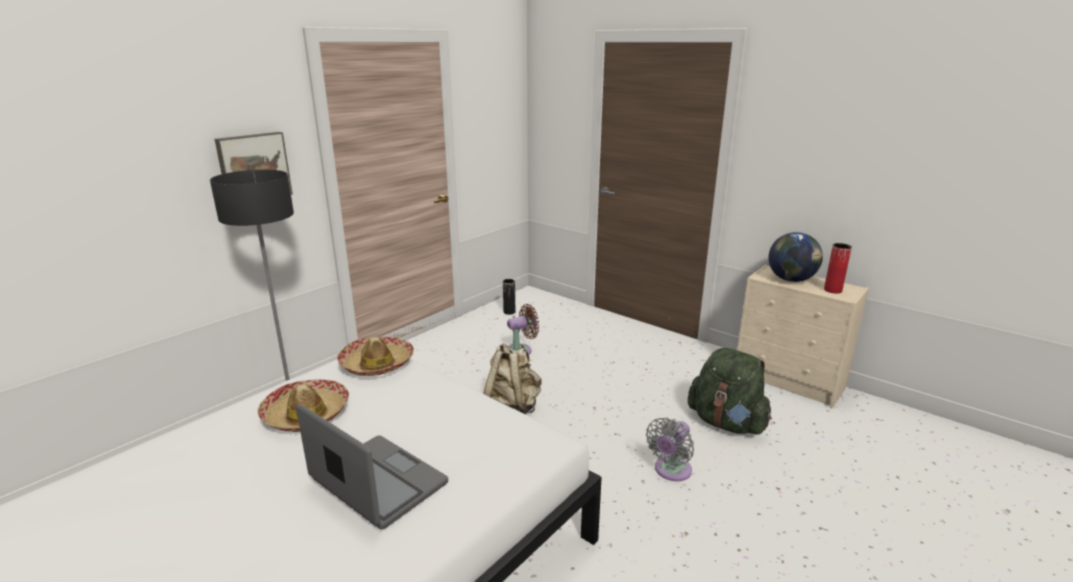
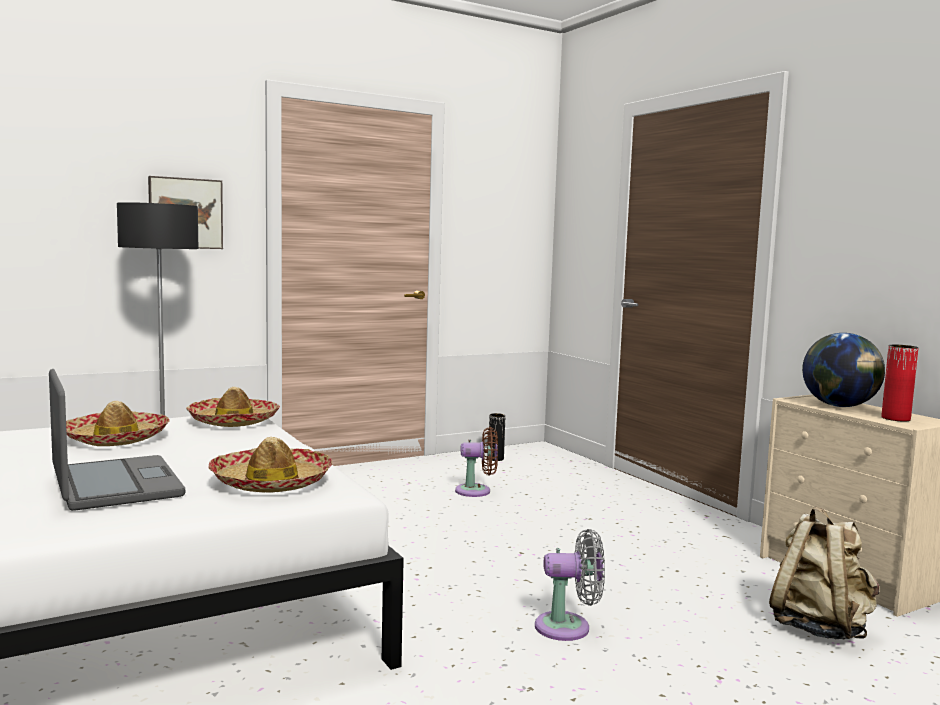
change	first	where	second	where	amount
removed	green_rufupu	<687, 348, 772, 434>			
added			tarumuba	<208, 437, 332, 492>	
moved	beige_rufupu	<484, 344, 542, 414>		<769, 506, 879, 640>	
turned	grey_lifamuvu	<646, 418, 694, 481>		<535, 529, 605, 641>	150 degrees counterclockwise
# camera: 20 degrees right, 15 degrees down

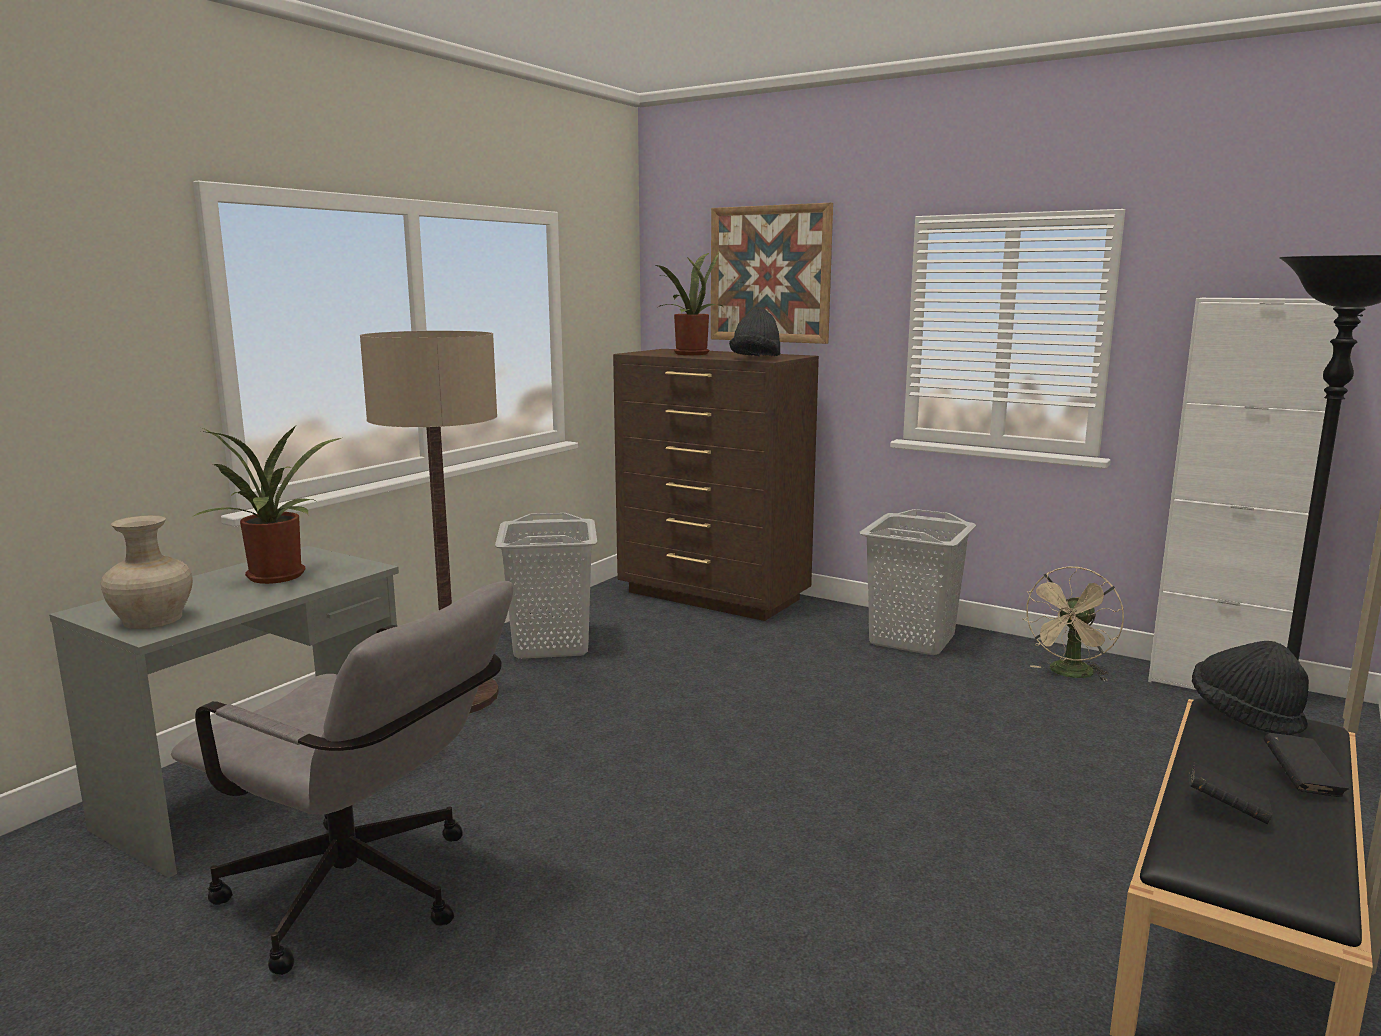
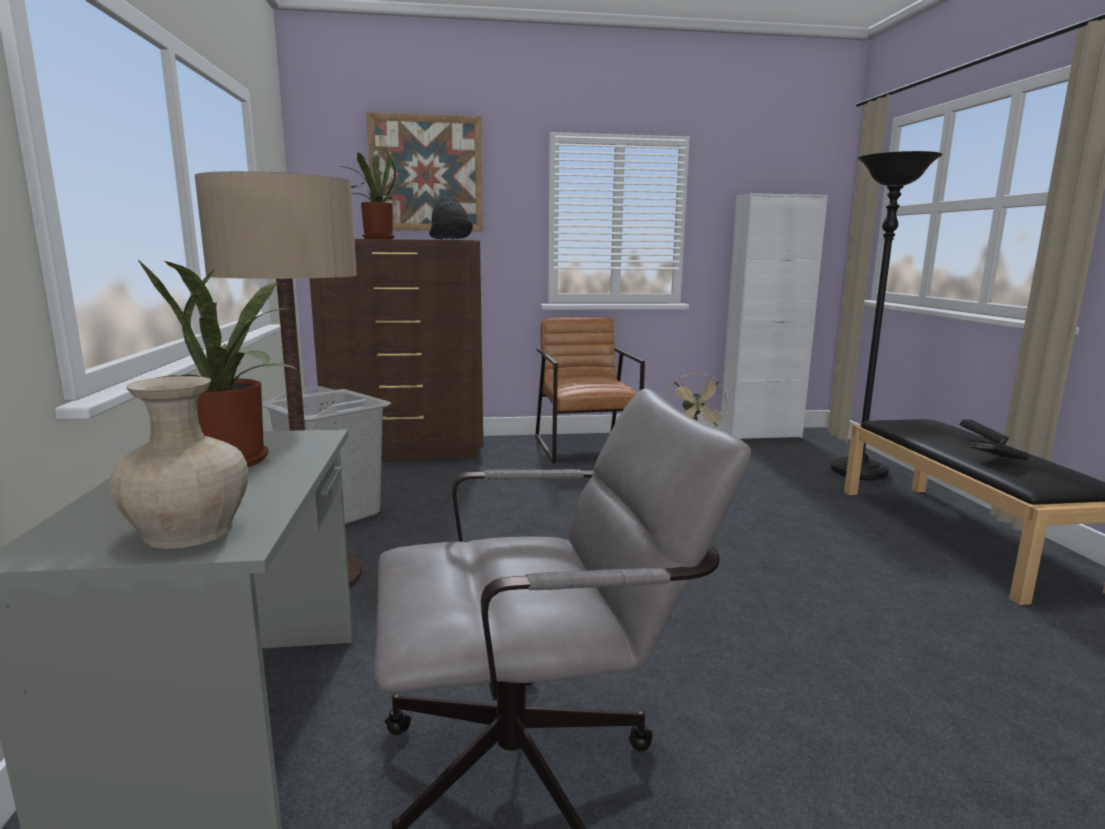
change	first	where	second	where	amount
removed	black_tarumuba	<1192, 641, 1309, 735>			
replaced	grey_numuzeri	<859, 509, 976, 655>	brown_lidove	<535, 317, 645, 463>	
# camera: 40 degrees left, 0 degrees up

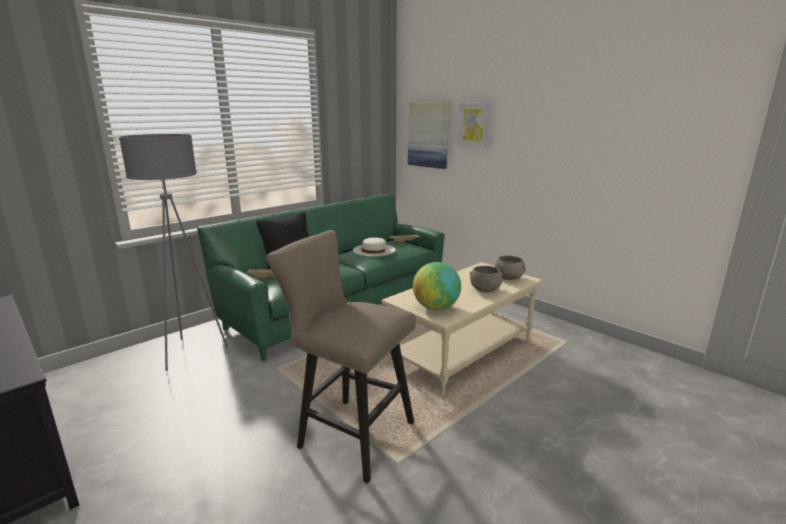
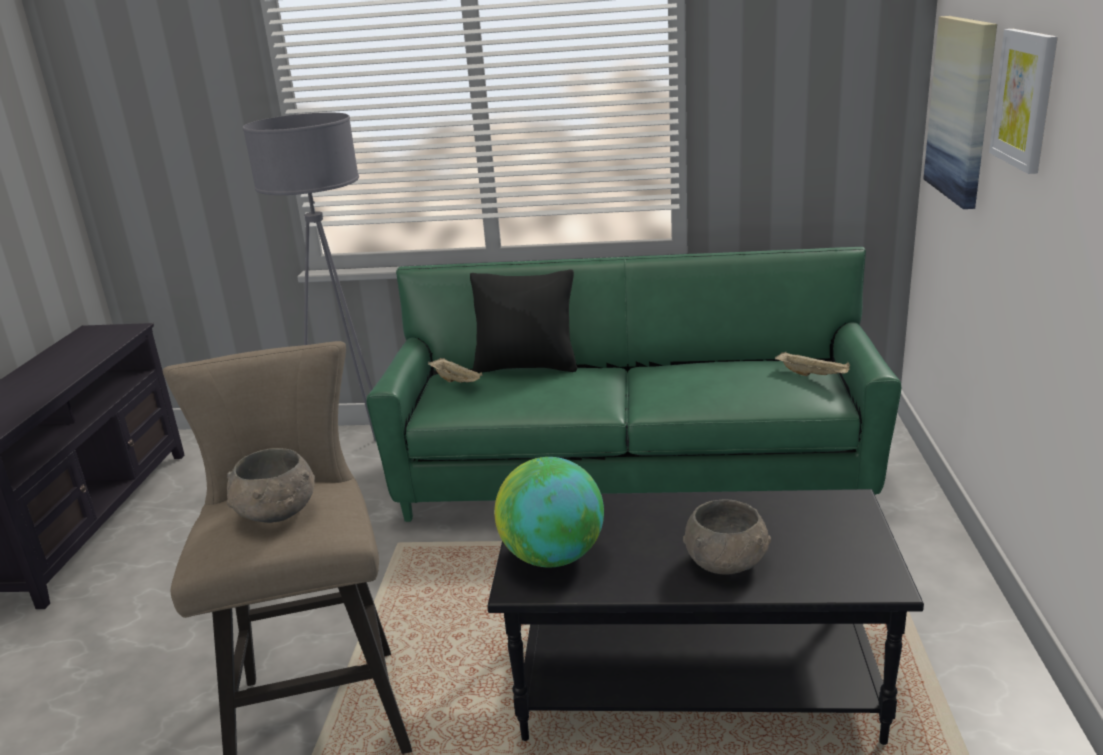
change	first	where	second	where	amount
removed	white_tarumuba	<353, 237, 396, 257>			
moved	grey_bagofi	<495, 256, 526, 280>		<227, 448, 315, 523>	
recoloured	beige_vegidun	<382, 262, 542, 395>	black_vegidun	<487, 489, 924, 745>	
# camera: 50 degrees right, 5 degrees up

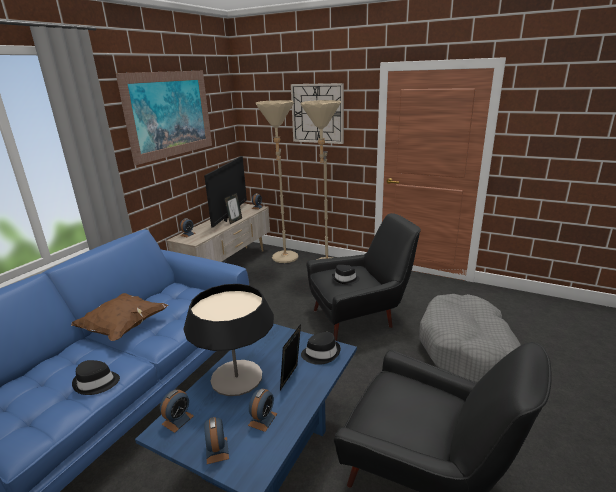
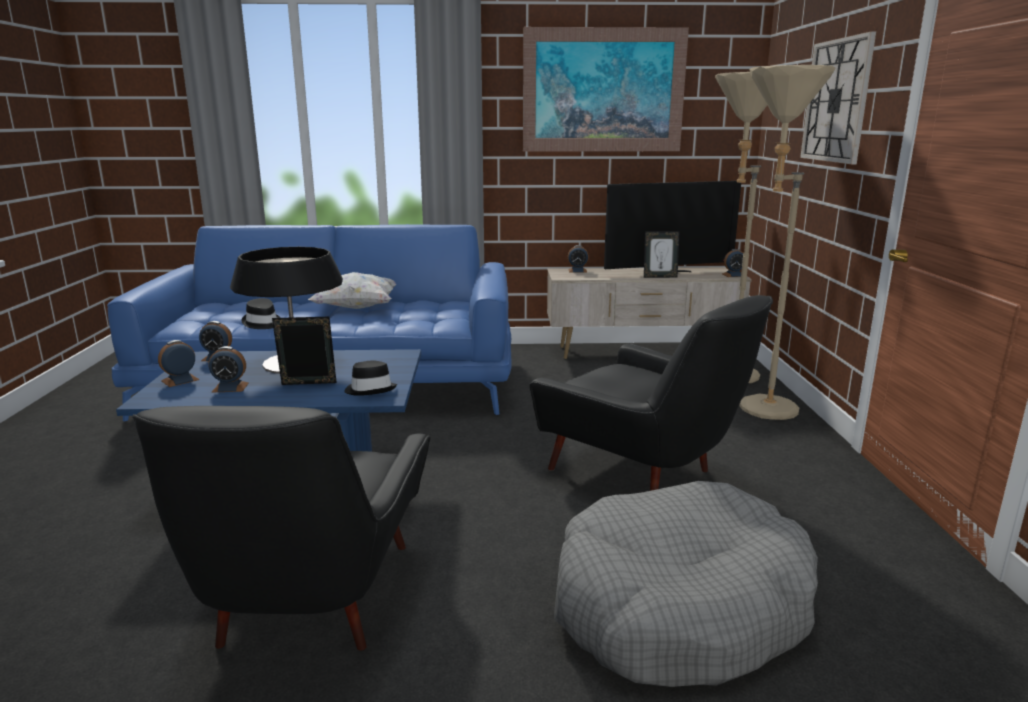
change	first	where	second	where	amount
removed	black_tarumuba	<332, 265, 360, 284>			
recoloured	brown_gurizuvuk	<71, 293, 169, 341>	white_gurizuvuk	<308, 272, 396, 309>	
# camera: 60 degrees right, 5 degrees down

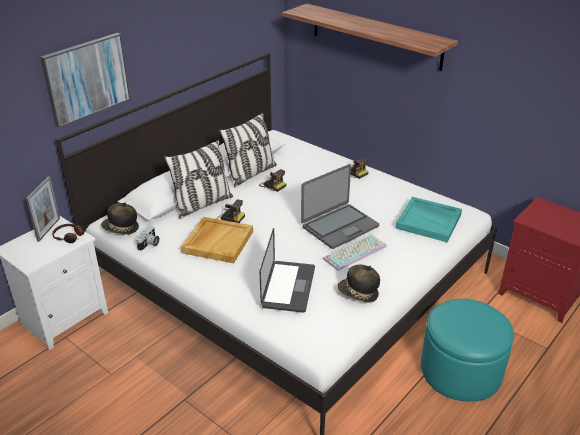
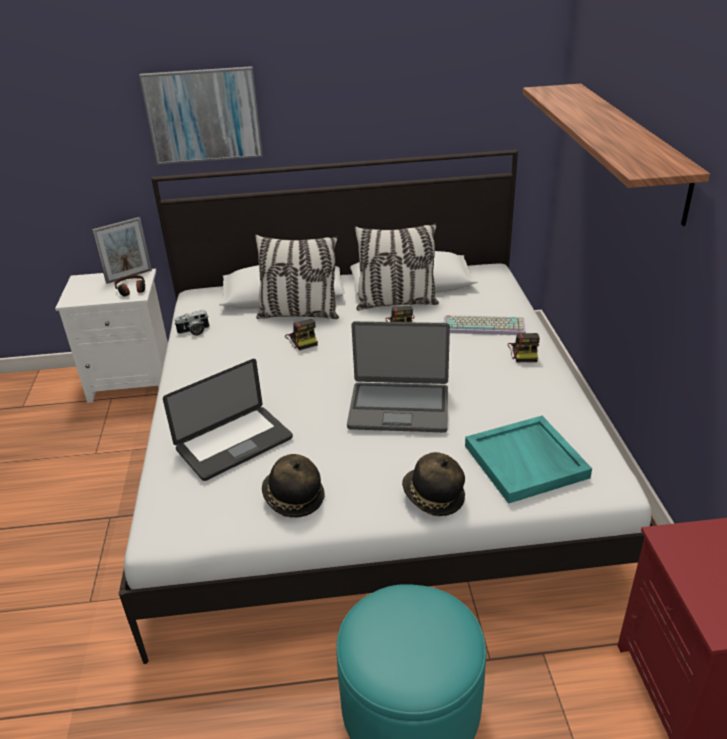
change	first	where	second	where	amount
removed	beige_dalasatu	<181, 217, 253, 263>			
moved	tarumuba	<101, 202, 139, 235>		<402, 452, 465, 516>	
moved	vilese	<323, 234, 387, 271>		<444, 315, 526, 335>	
# camera: 45 degrees right, 0 degrees up

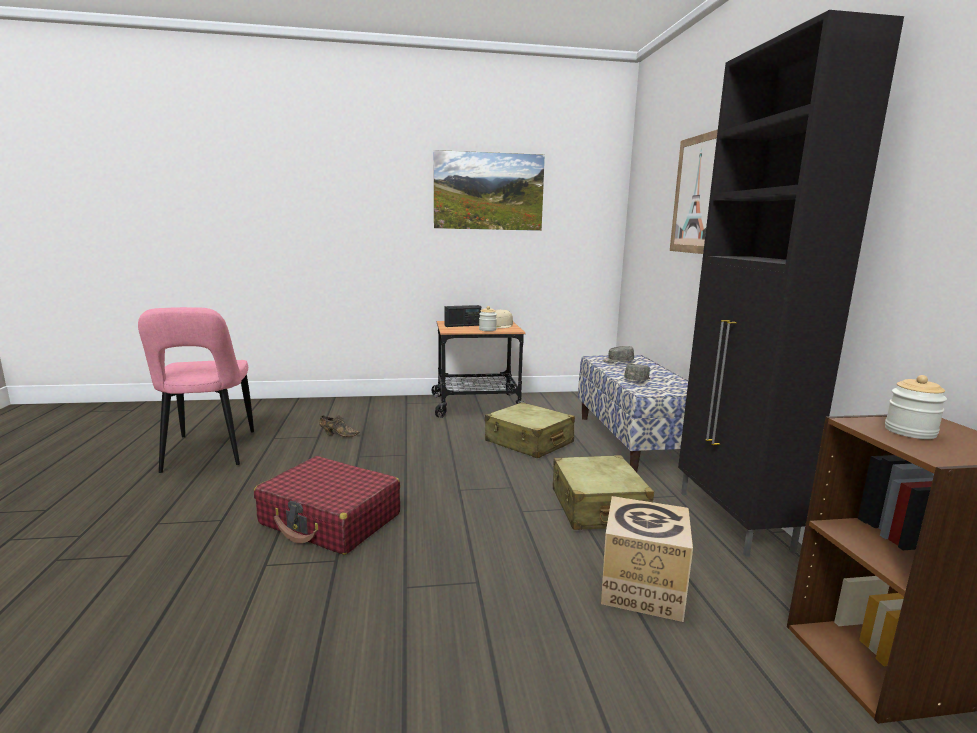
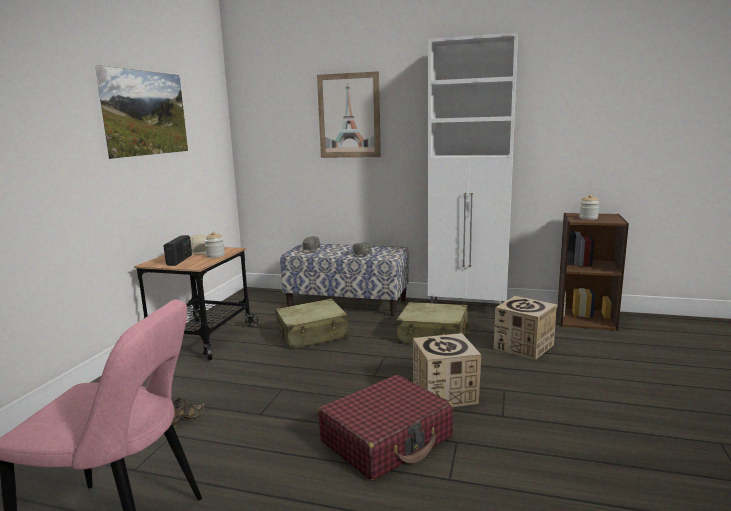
change	first	where	second	where	amount
added			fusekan	<413, 333, 481, 407>	
recoloured	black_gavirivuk	<678, 10, 904, 557>	white_gavirivuk	<428, 32, 518, 303>	
# camera: 65 degrees left, 0 degrees up

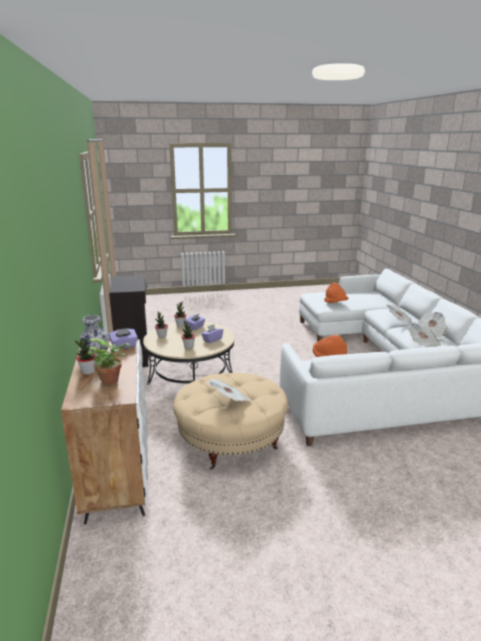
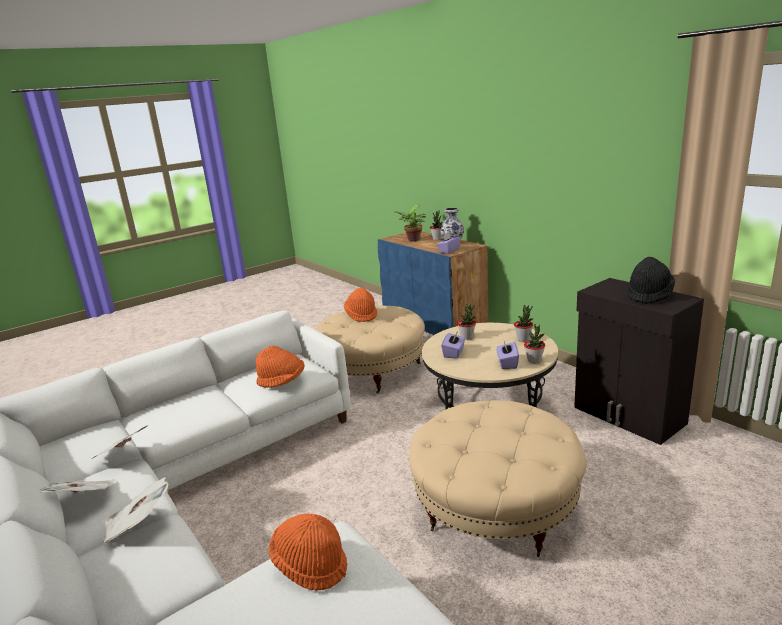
change	first	where	second	where	amount
added			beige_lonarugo	<409, 400, 586, 557>	
added			black_tarumuba	<628, 257, 675, 304>	
replaced	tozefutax	<208, 379, 251, 402>	orange_tarumuba	<344, 288, 377, 322>	
recoloured	white_gavirivuk	<61, 339, 149, 524>	blue_gavirivuk	<378, 232, 488, 335>	
# camera: 155 degrees right, 0 degrees up

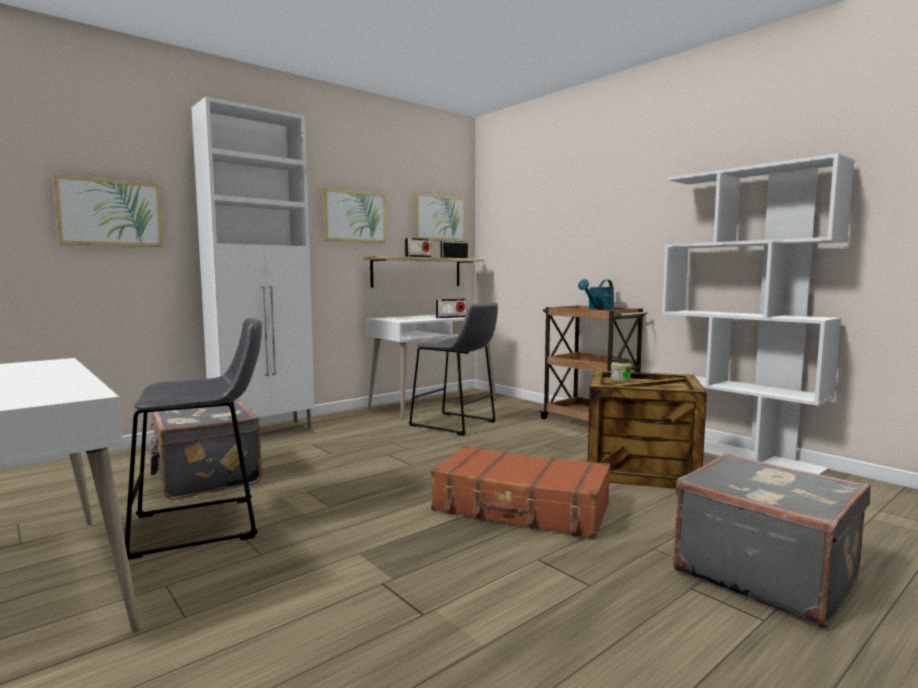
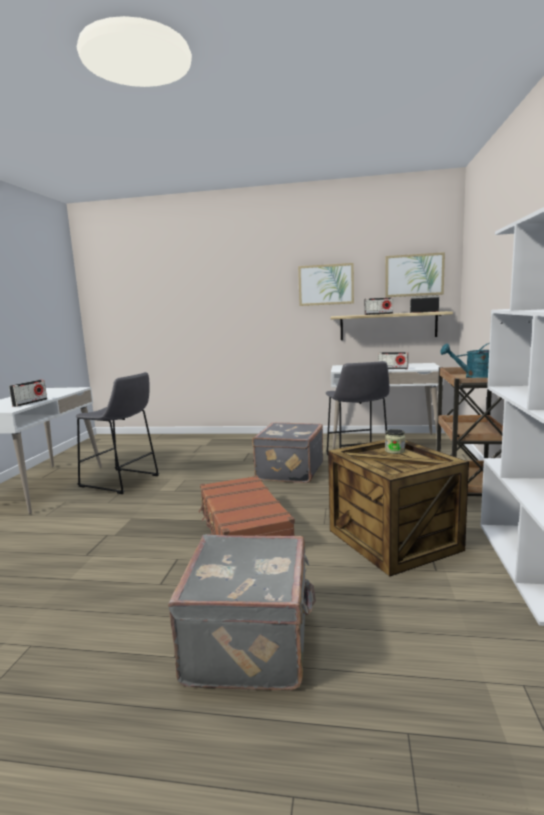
change	first	where	second	where	amount
removed	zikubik	<52, 174, 163, 247>			
removed	white_gavirivuk	<192, 97, 315, 428>			
added			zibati	<9, 380, 47, 407>	
moved	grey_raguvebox	<149, 400, 262, 500>		<252, 422, 323, 483>	
# camera: 50 degrees right, 5 degrees up

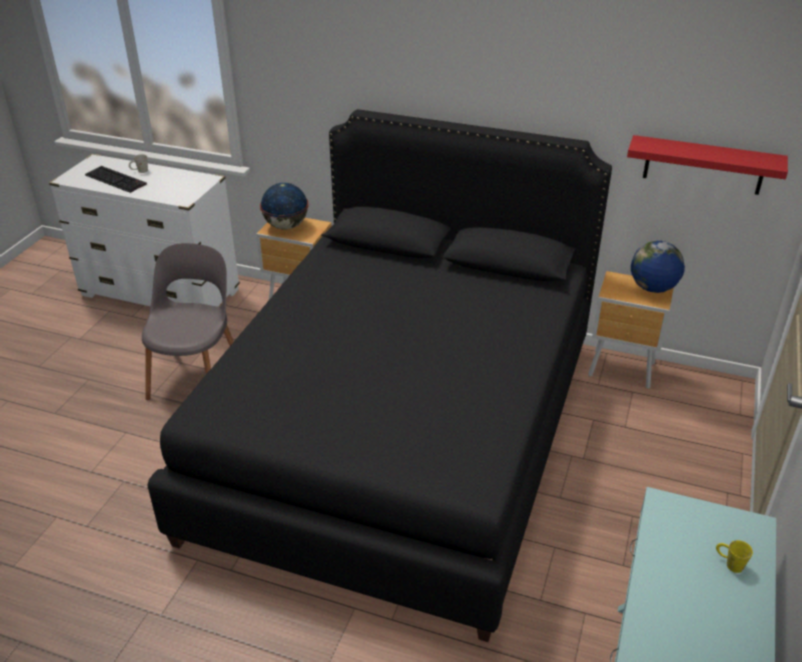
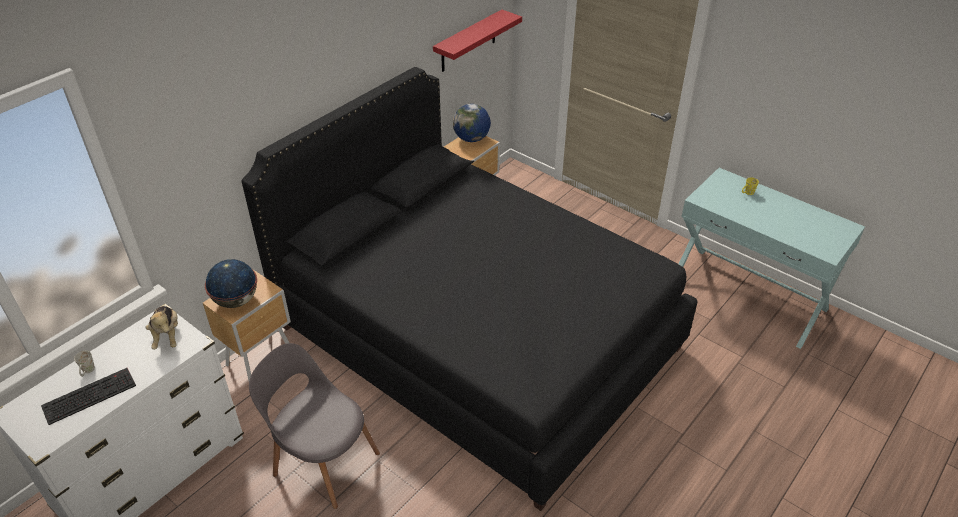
change	first	where	second	where	amount
added			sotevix	<146, 306, 178, 350>	
# camera: 70 degrees left, 5 degrees up

